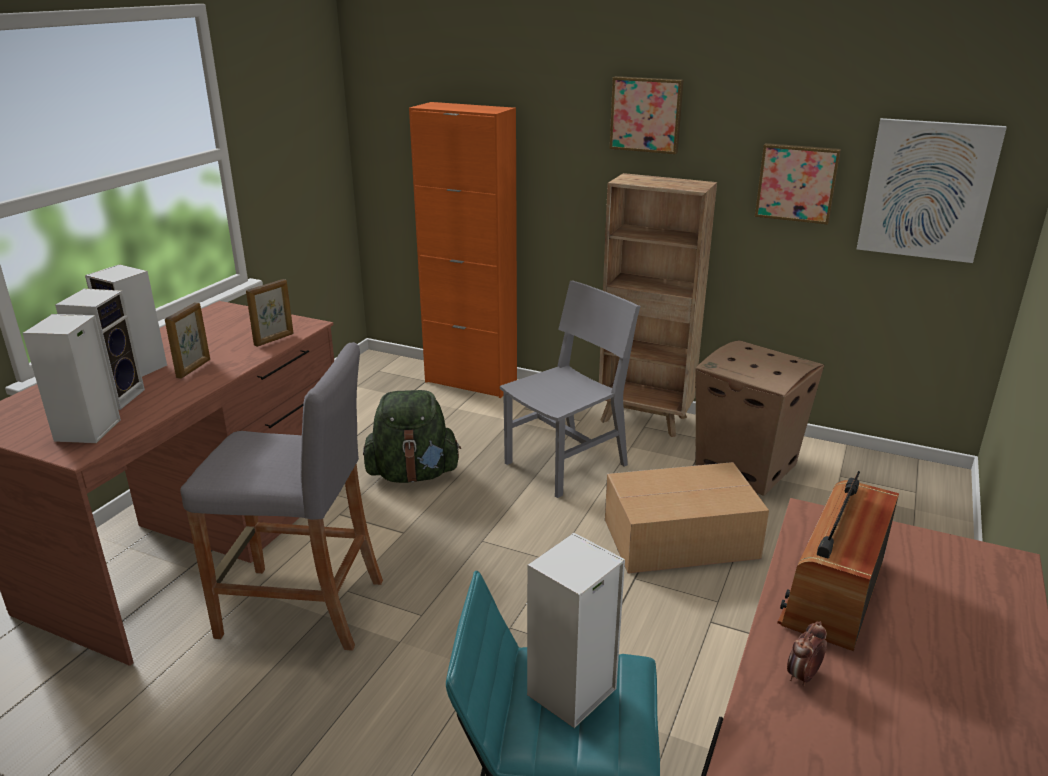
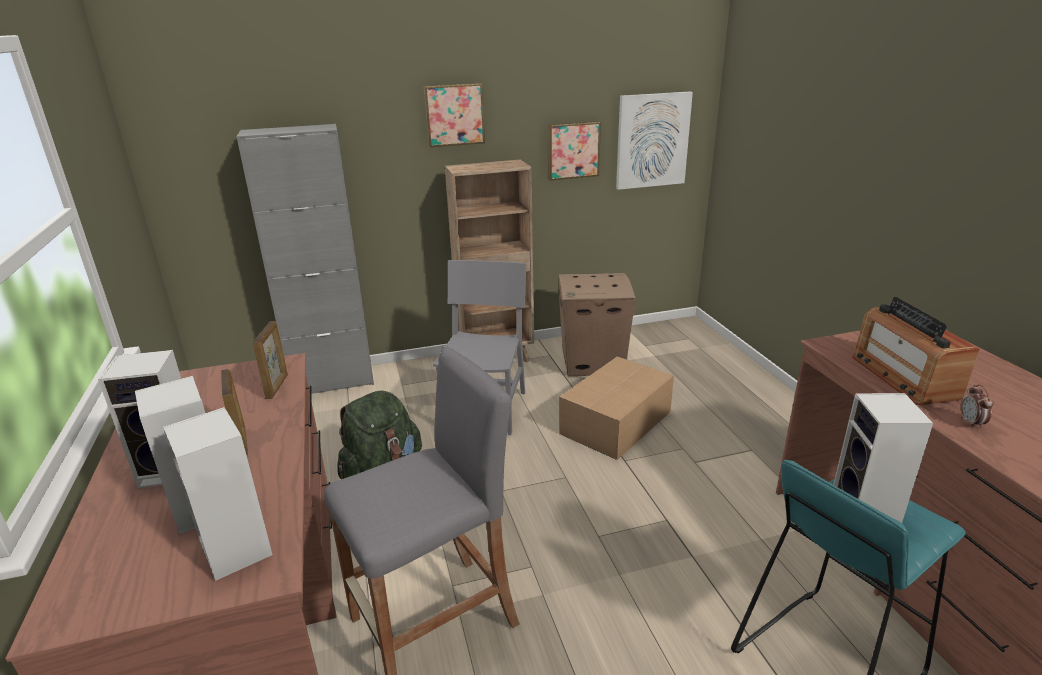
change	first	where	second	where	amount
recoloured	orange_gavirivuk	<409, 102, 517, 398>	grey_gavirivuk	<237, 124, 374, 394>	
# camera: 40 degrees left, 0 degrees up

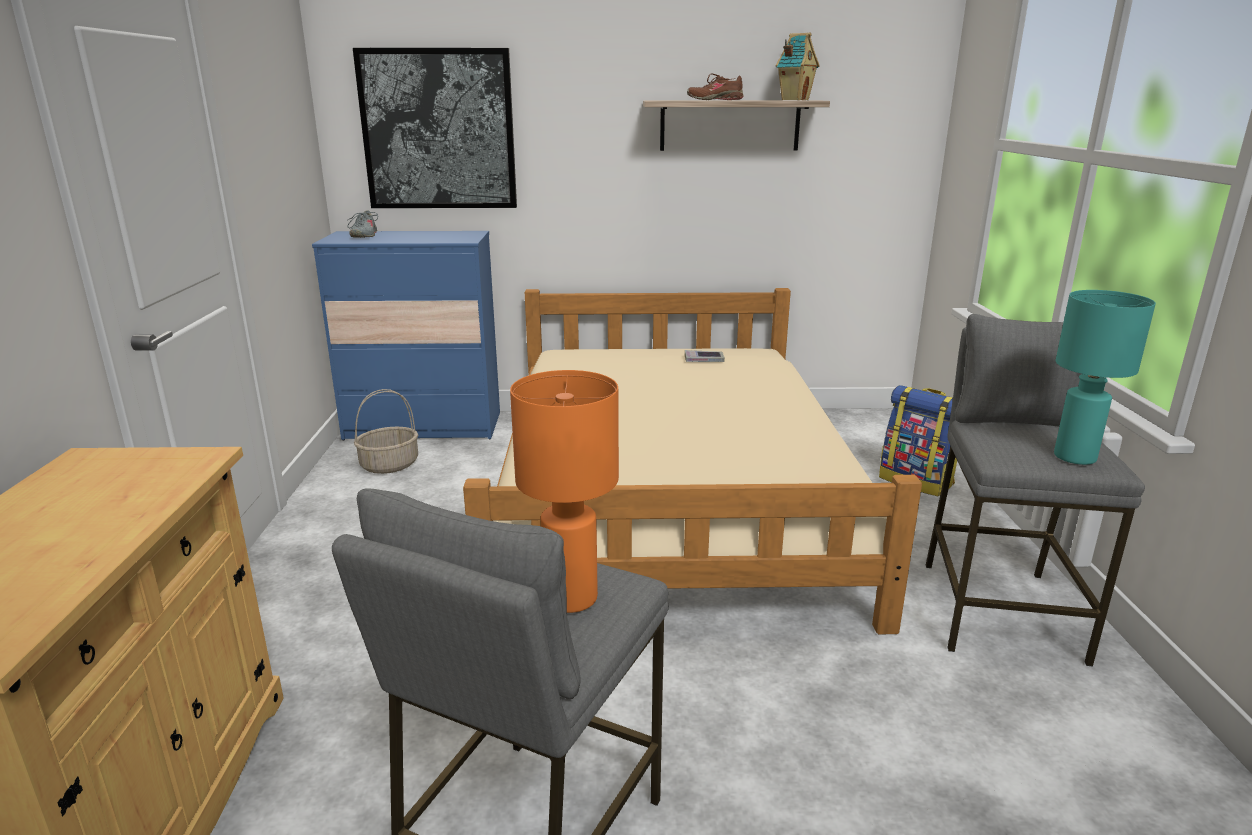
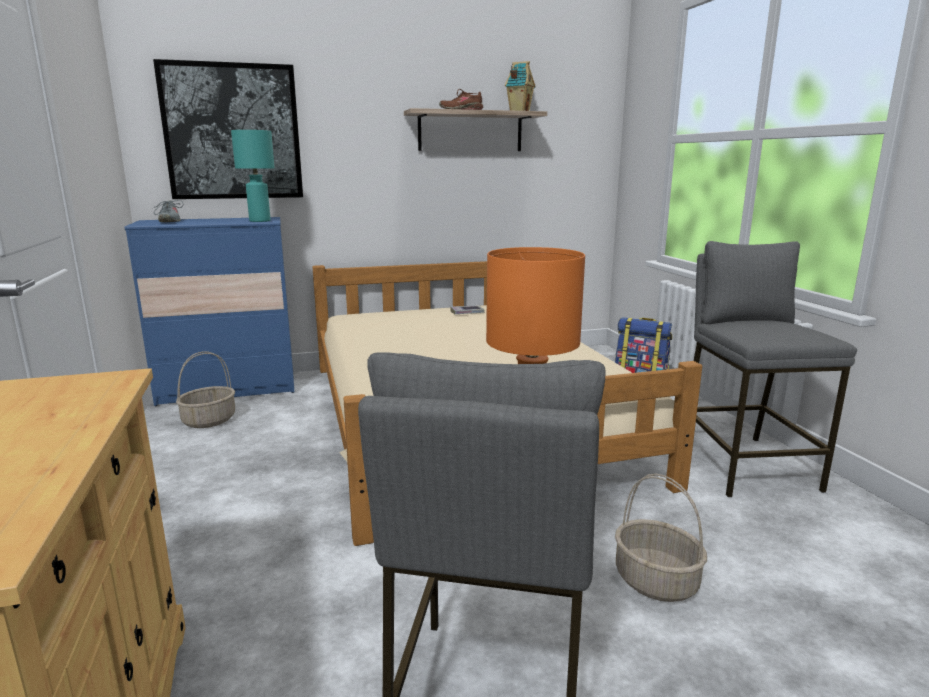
change	first	where	second	where	amount
added			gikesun	<615, 473, 707, 602>	
moved	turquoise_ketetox	<1054, 290, 1156, 465>		<231, 130, 275, 222>	
# camera: 15 degrees left, 5 degrees down

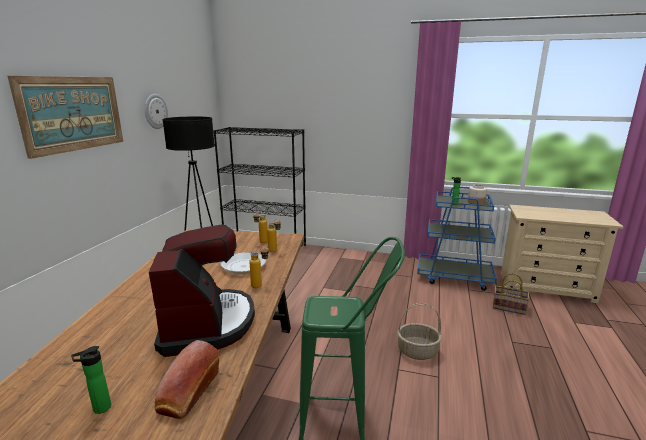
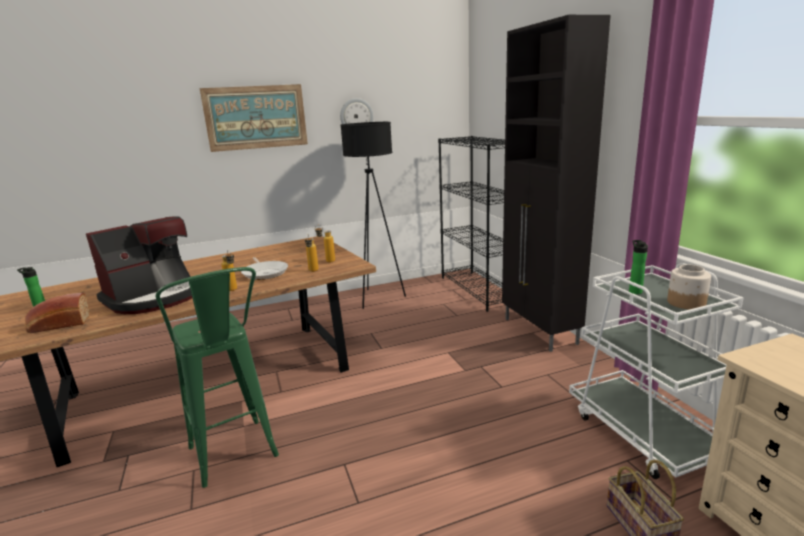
change	first	where	second	where	amount
removed	gikesun	<397, 303, 442, 360>			
added			black_gavirivuk	<502, 15, 611, 352>	
recoloured	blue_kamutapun	<417, 186, 497, 291>	white_kamutapun	<569, 263, 744, 479>	
# camera: 55 degrees right, 0 degrees up

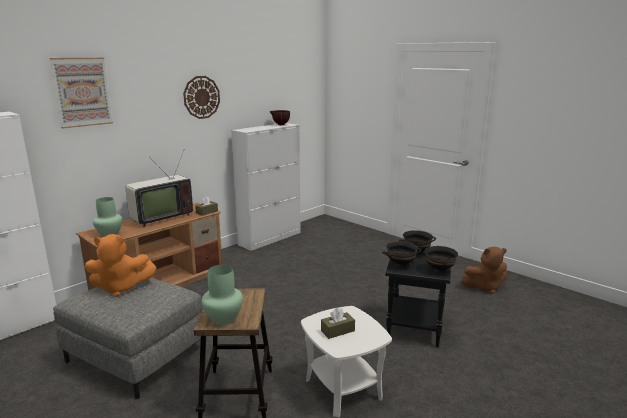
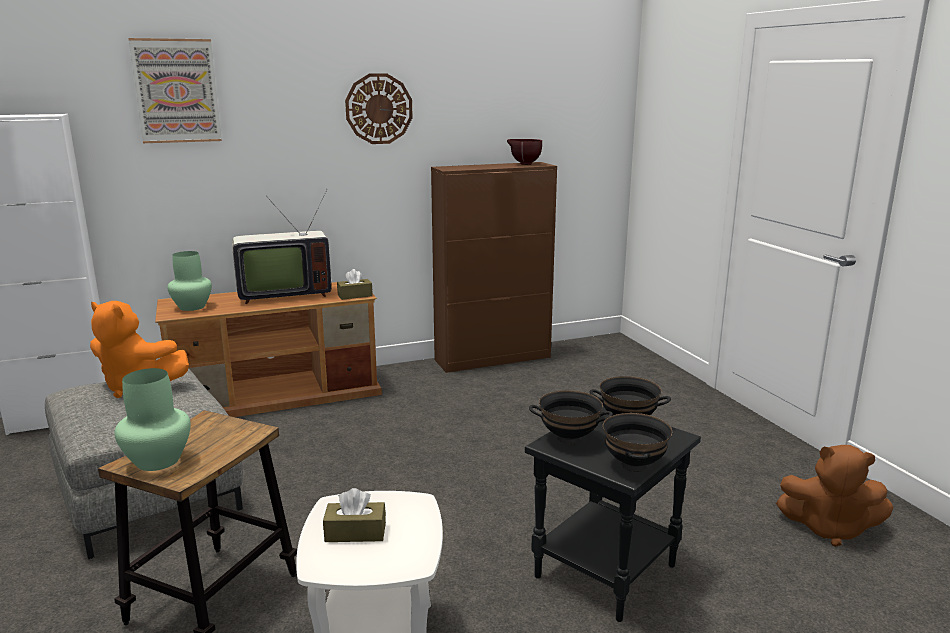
change	first	where	second	where	amount
recoloured	white_gavirivuk	<231, 123, 301, 251>	brown_gavirivuk	<431, 162, 557, 373>	
# camera: 25 degrees right, 0 degrees up

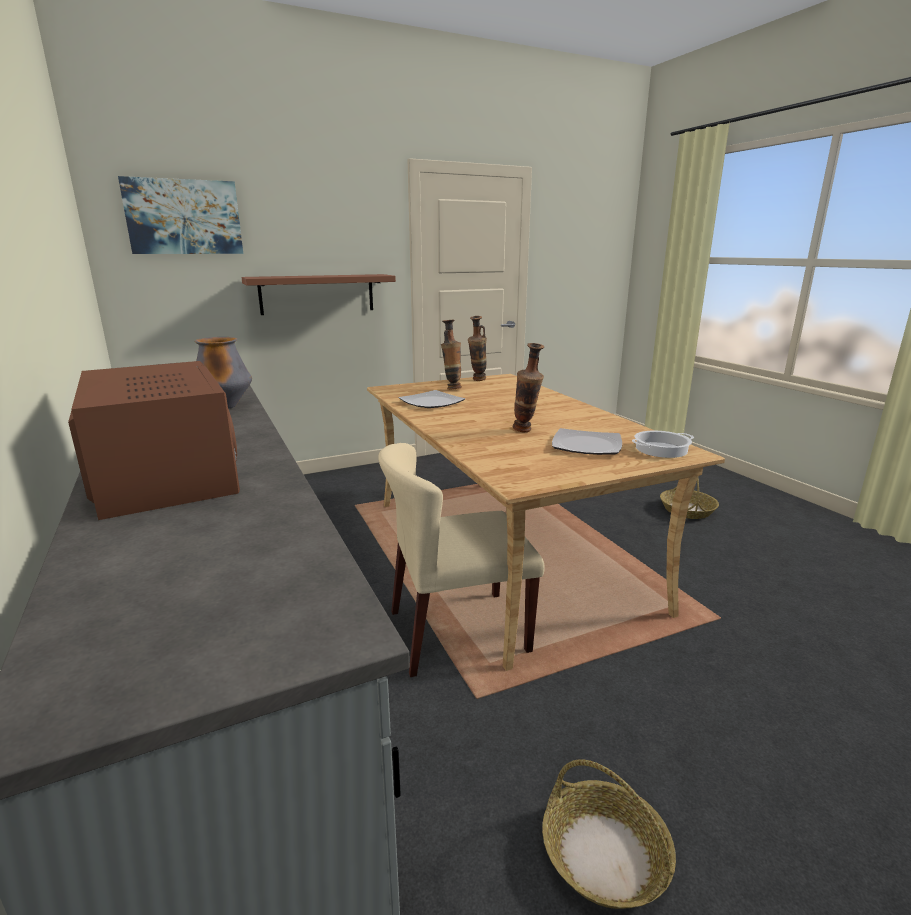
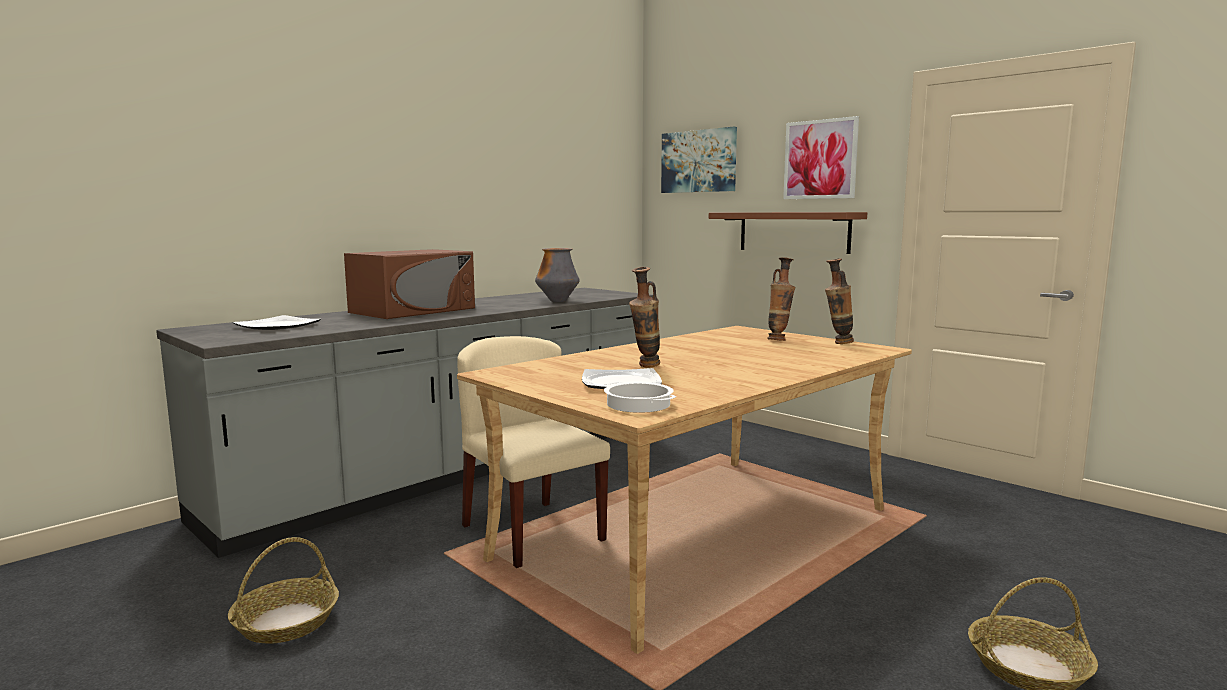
change	first	where	second	where	amount
added			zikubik	<783, 116, 859, 199>	
moved	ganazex	<399, 390, 465, 408>		<233, 315, 321, 330>	
# camera: 70 degrees right, 10 degrees down

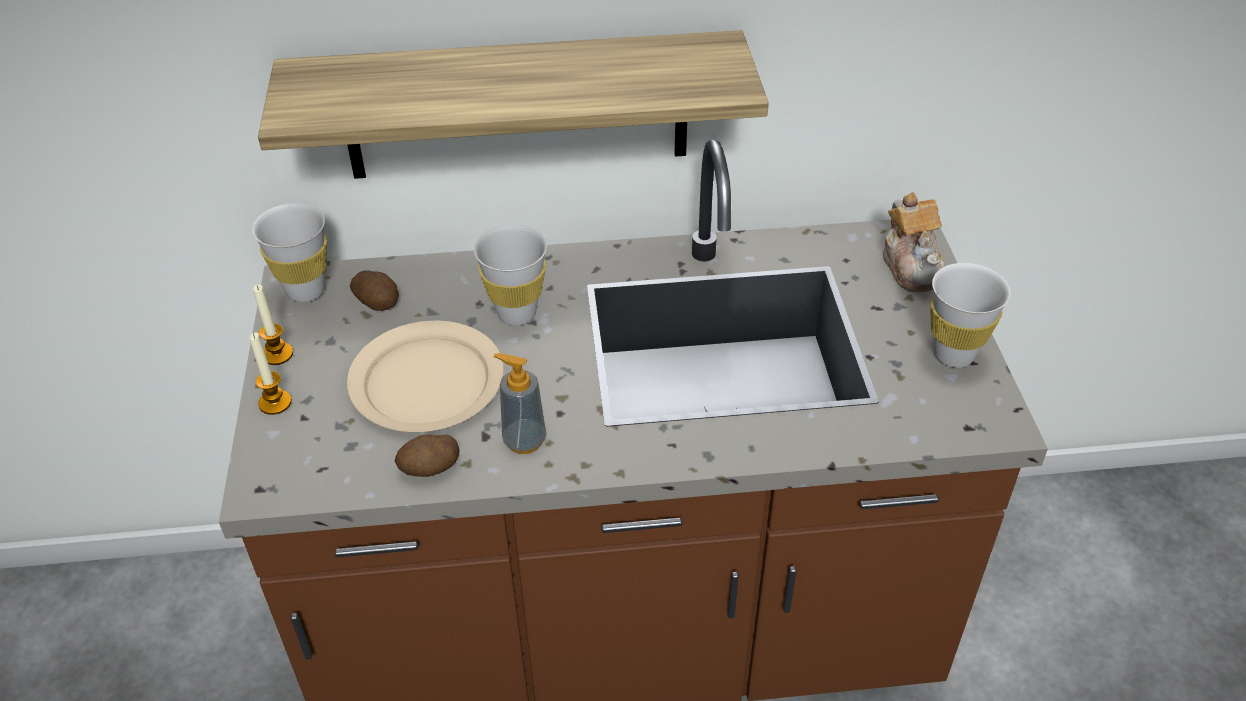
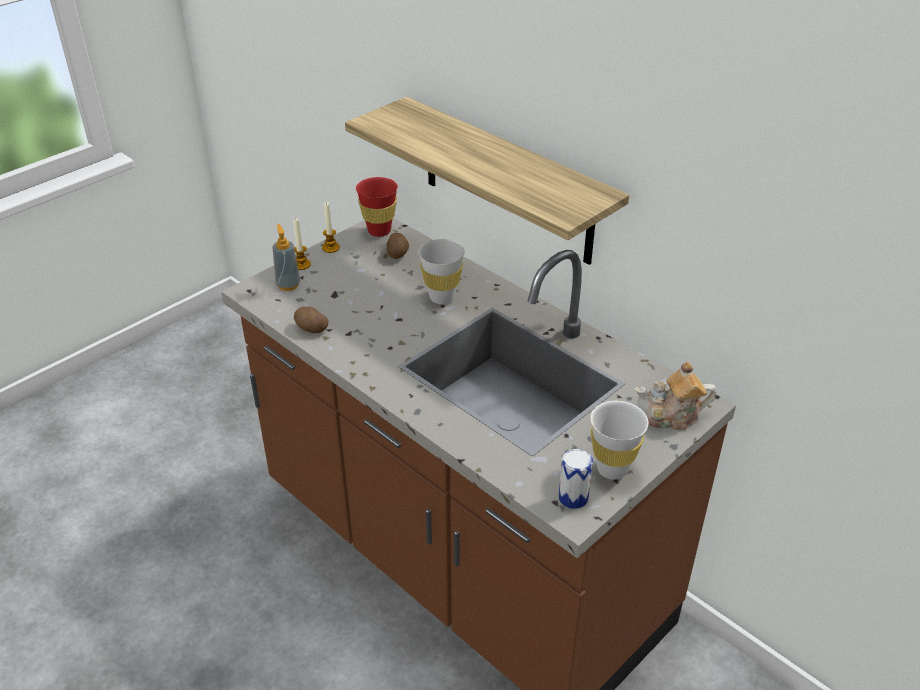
change	first	where	second	where	amount
removed	beige_ganazex	<347, 321, 504, 432>			
added			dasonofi	<559, 449, 593, 509>	
moved	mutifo	<494, 353, 546, 454>		<273, 224, 300, 291>	
recoloured	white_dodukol	<252, 203, 327, 302>	red_dodukol	<356, 177, 398, 237>	
turned	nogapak	<883, 192, 945, 292>		<635, 362, 716, 430>	45 degrees clockwise
# camera: 50 degrees right, 5 degrees down

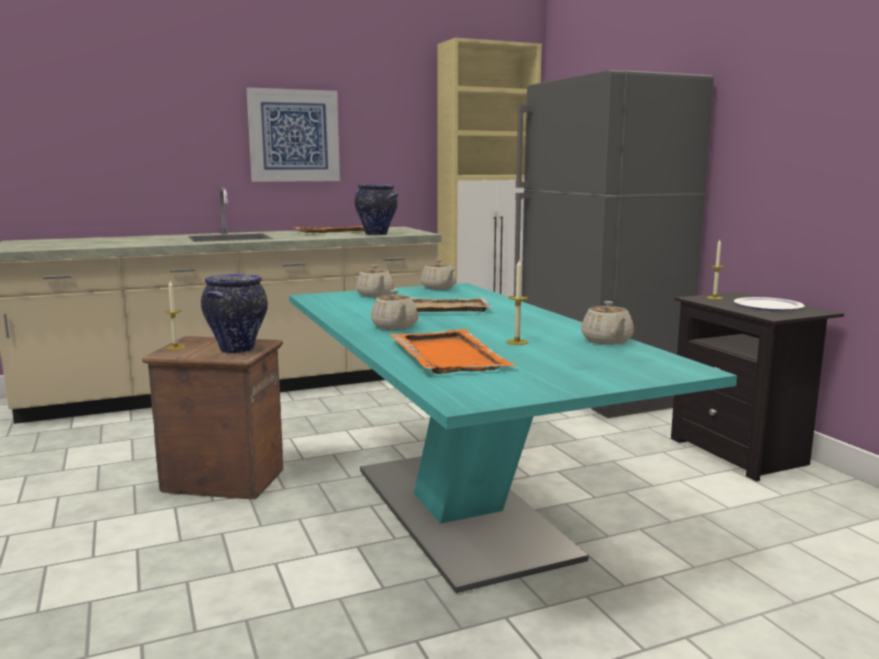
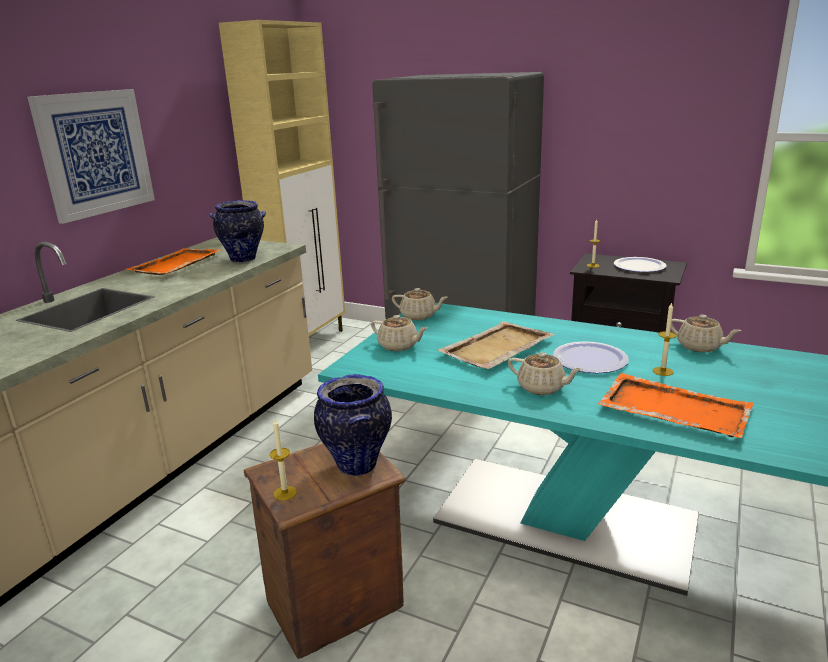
change	first	where	second	where	amount
added			ganazex	<553, 341, 629, 373>	
# camera: 40 degrees left, 10 degrees up

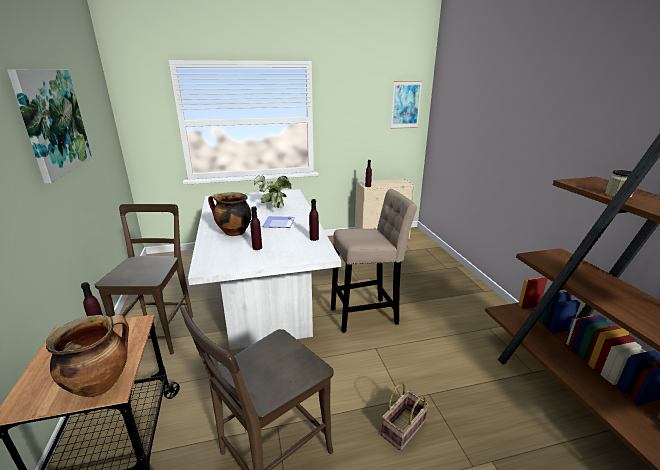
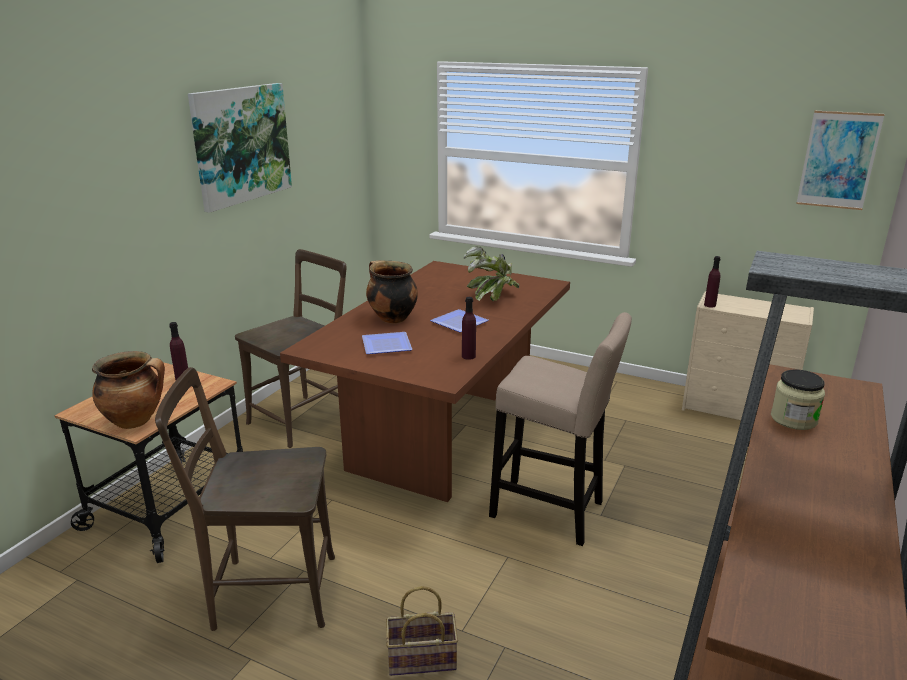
change	first	where	second	where	amount
replaced	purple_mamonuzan	<250, 206, 262, 250>	ganazex	<362, 332, 413, 354>	
recoloured	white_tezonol	<188, 189, 341, 350>	brown_tezonol	<280, 261, 570, 502>	
# camera: 40 degrees right, 0 degrees up

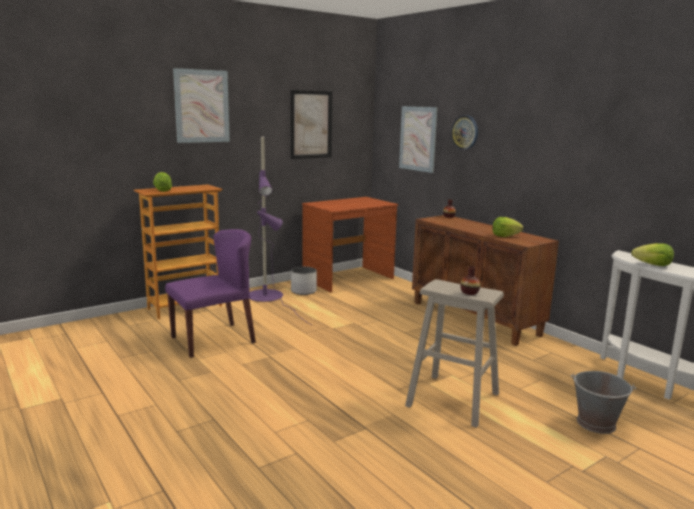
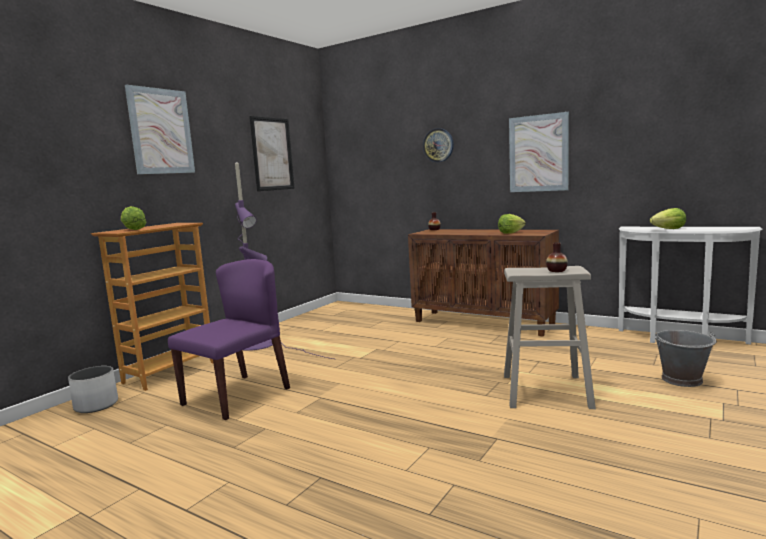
change	first	where	second	where	amount
removed	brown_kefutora	<302, 197, 399, 292>			
moved	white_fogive	<291, 267, 317, 295>		<68, 366, 118, 413>	
moved	zikubik	<399, 106, 437, 173>		<509, 112, 569, 192>	
# camera: 20 degrees left, 5 degrees down

